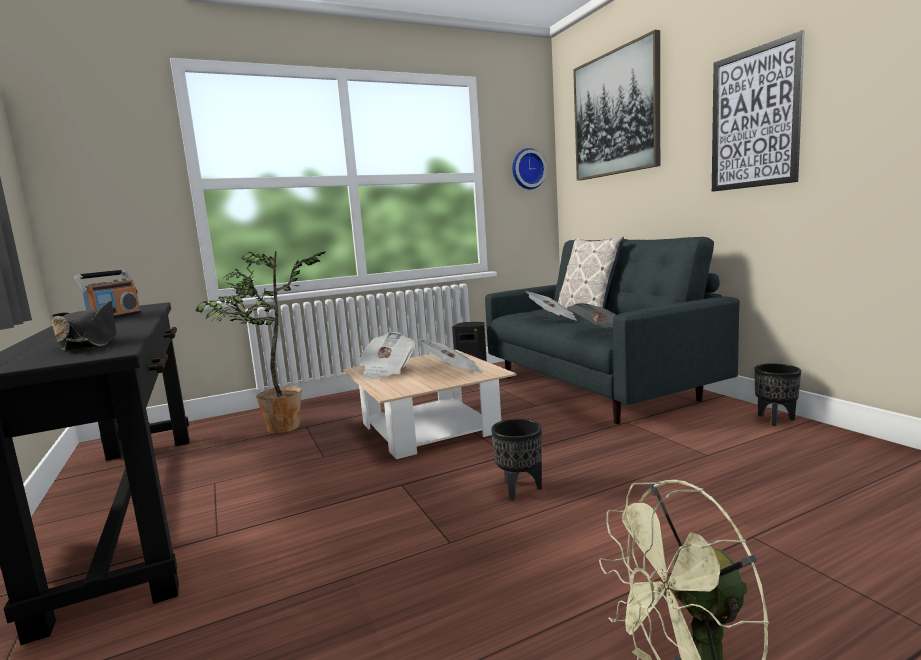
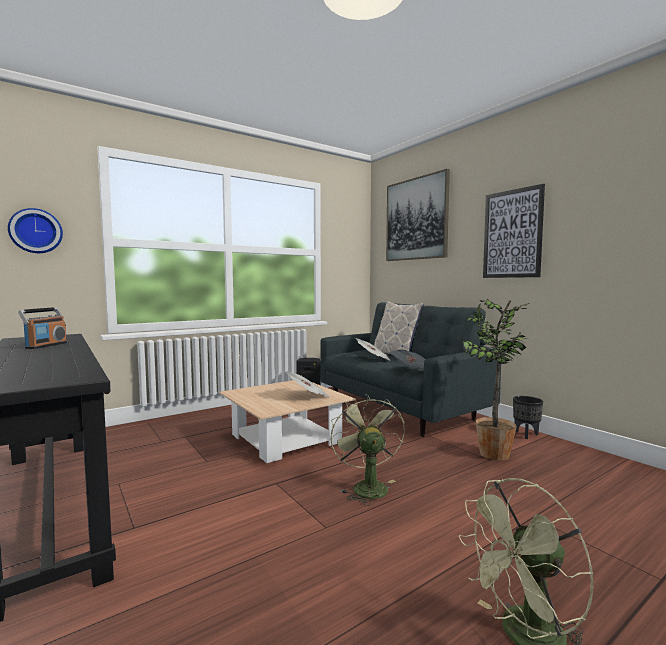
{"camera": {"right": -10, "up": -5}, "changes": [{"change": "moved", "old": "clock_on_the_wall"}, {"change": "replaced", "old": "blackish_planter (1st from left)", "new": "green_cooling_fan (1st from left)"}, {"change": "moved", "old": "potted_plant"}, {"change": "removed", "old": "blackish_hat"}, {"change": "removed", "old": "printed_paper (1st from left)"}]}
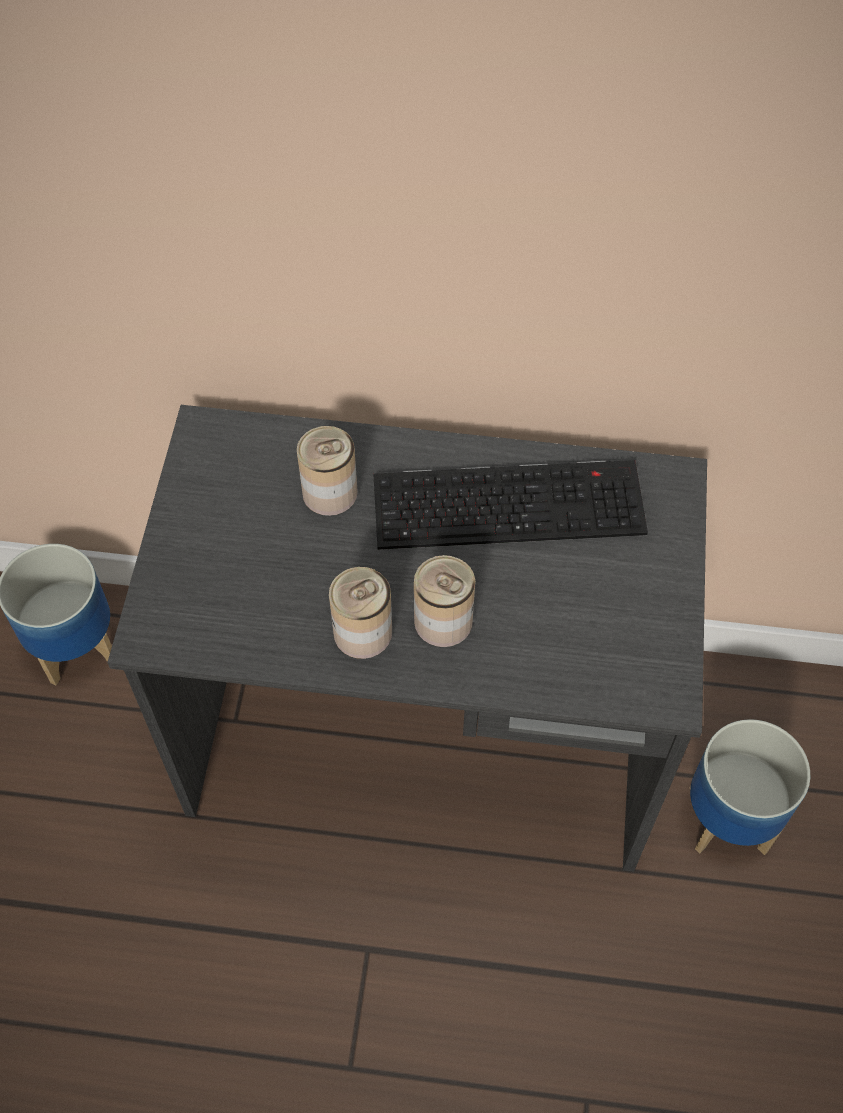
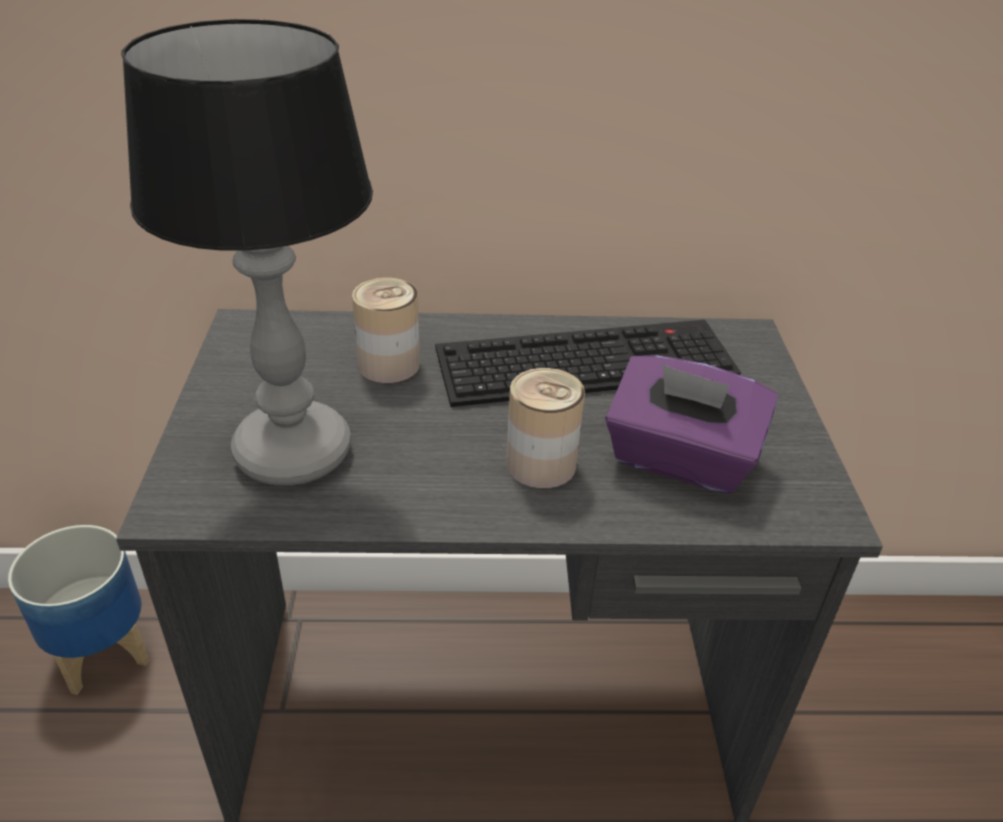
{"camera": {"right": -10, "up": -20}, "changes": [{"change": "added", "new": "lamp_for_a_table"}, {"change": "added", "new": "purplish_tissue_holder"}, {"change": "removed", "old": "sealed_can (2nd from left)"}, {"change": "removed", "old": "planter (2nd from left)"}]}
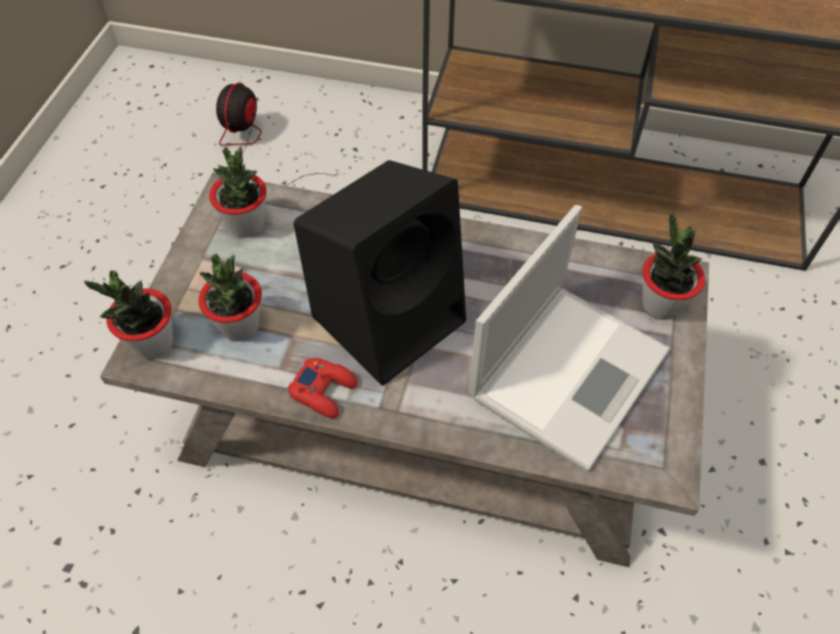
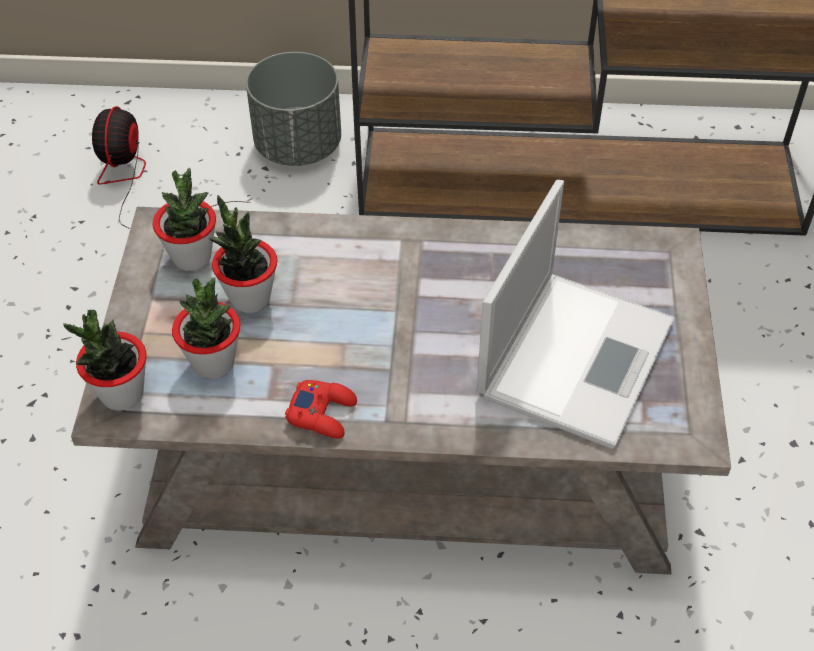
{"camera": {"right": -10, "up": -5}, "changes": [{"change": "moved", "old": "potted_plant (4th from left)"}, {"change": "added", "new": "greyish_planter"}, {"change": "removed", "old": "blackish_speaker"}]}
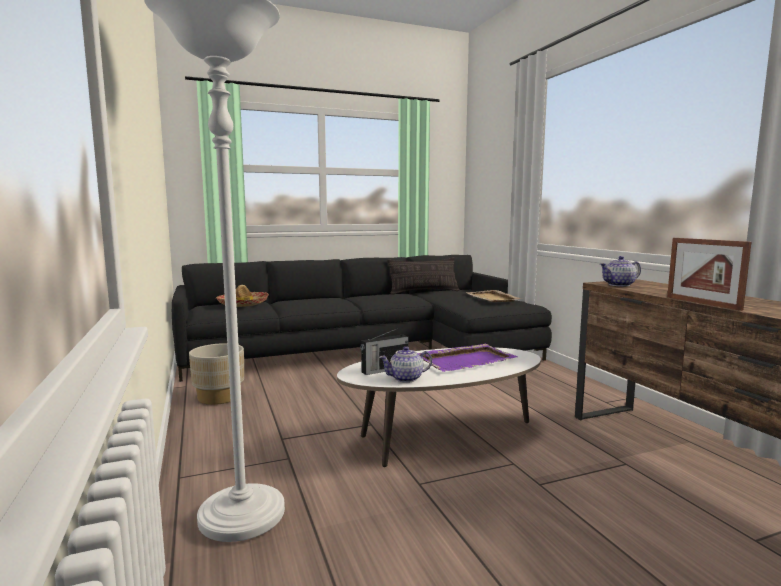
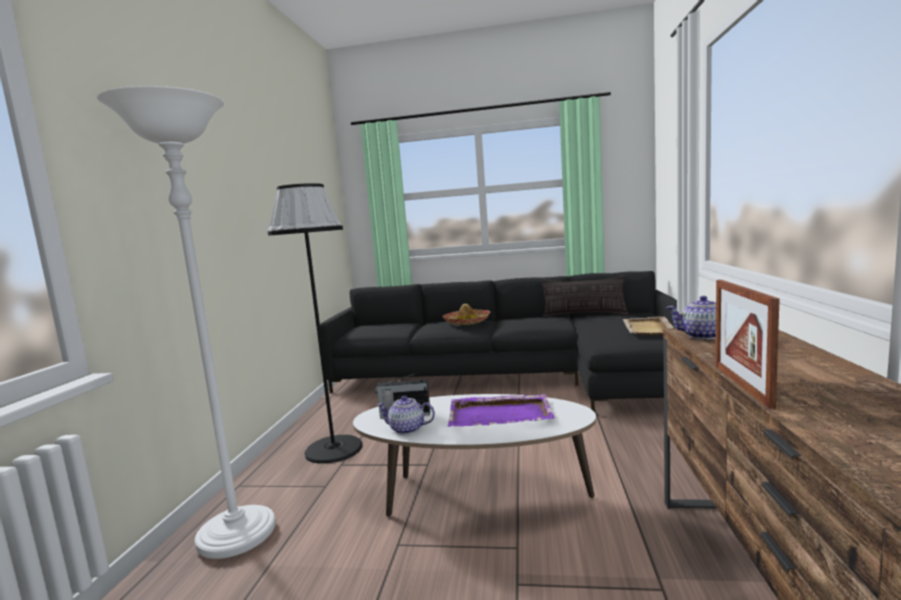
{"camera": {"right": 30, "up": 0}, "changes": [{"change": "added", "new": "blackish_standard_lamp"}, {"change": "moved", "old": "hat"}, {"change": "removed", "old": "beige-coloured_planter"}]}
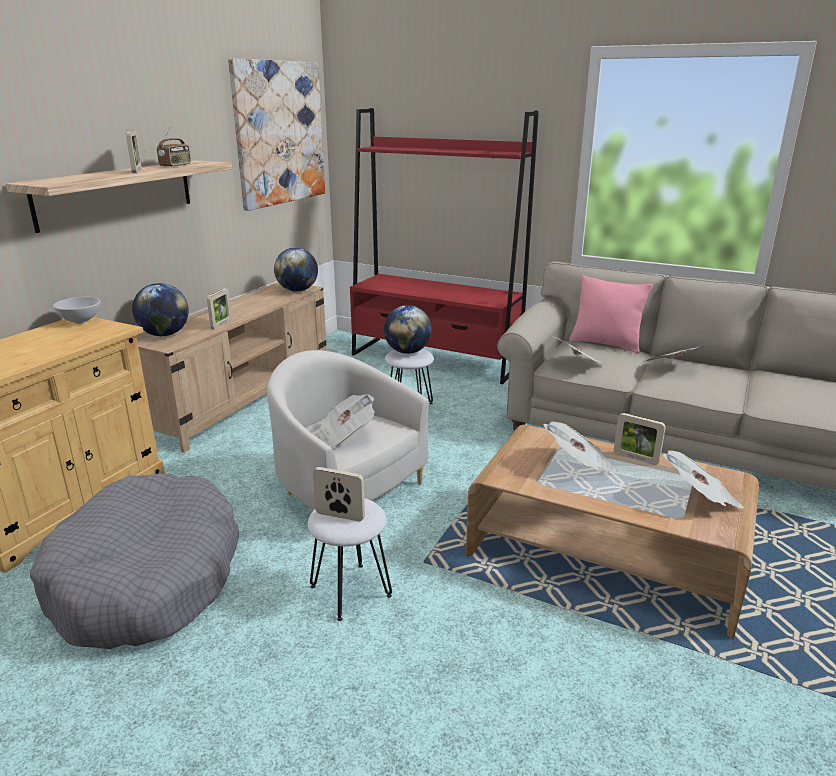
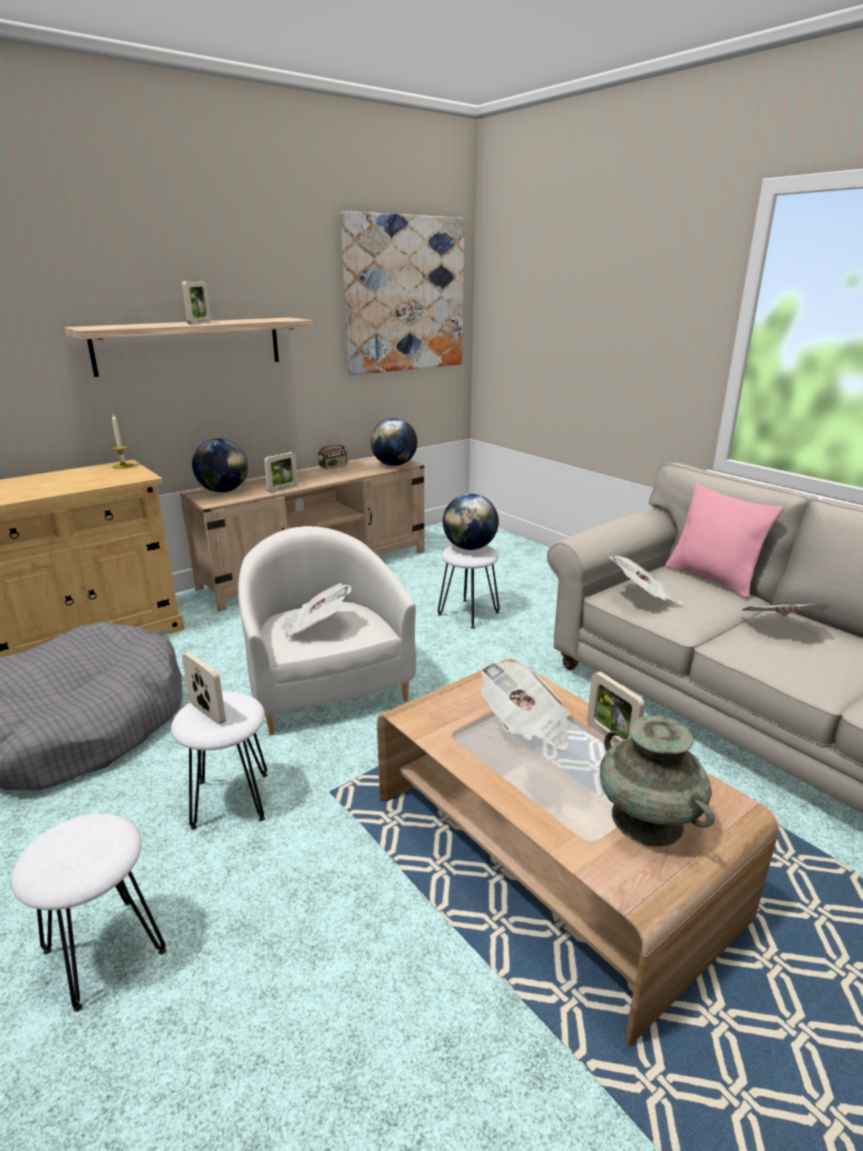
{"camera": {"right": 25, "up": 0}, "changes": [{"change": "added", "new": "white_sitting_stool (1st from left)"}, {"change": "replaced", "old": "white_bowl", "new": "wax_candle"}, {"change": "moved", "old": "radio_receiver"}, {"change": "replaced", "old": "printed_paper (5th from left)", "new": "blue-green_vase"}, {"change": "removed", "old": "red_shelving_unit"}]}
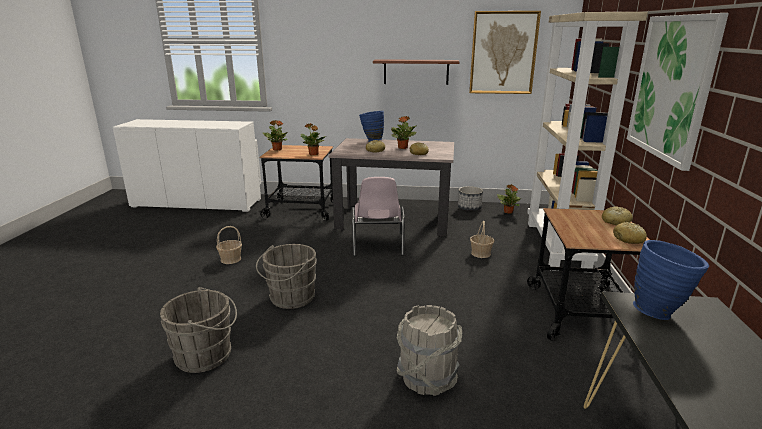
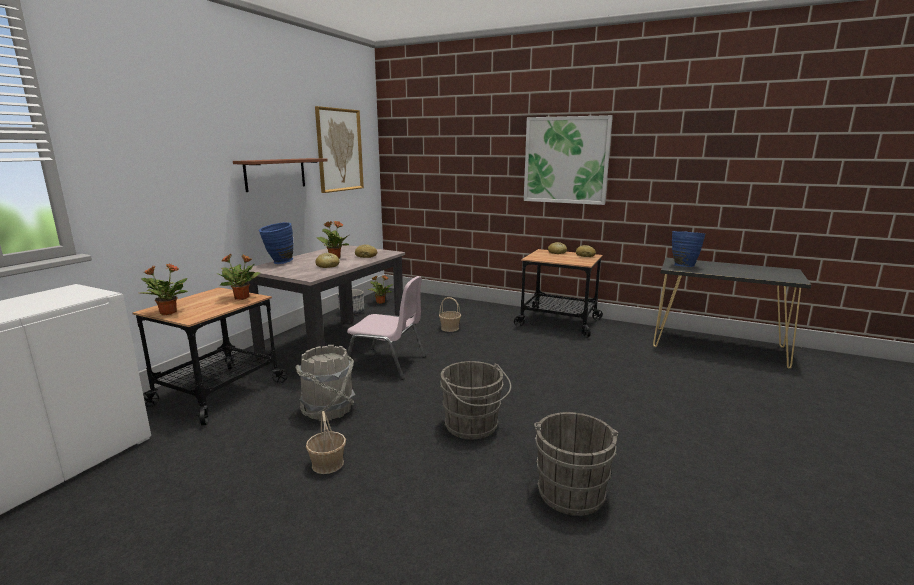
{"camera": {"right": -70, "up": -5}, "changes": [{"change": "moved", "old": "greyish_water_bucket (3rd from left in the first image)", "new": "greyish_water_bucket (1st from left)"}, {"change": "removed", "old": "beige-coloured_shelving_unit"}]}
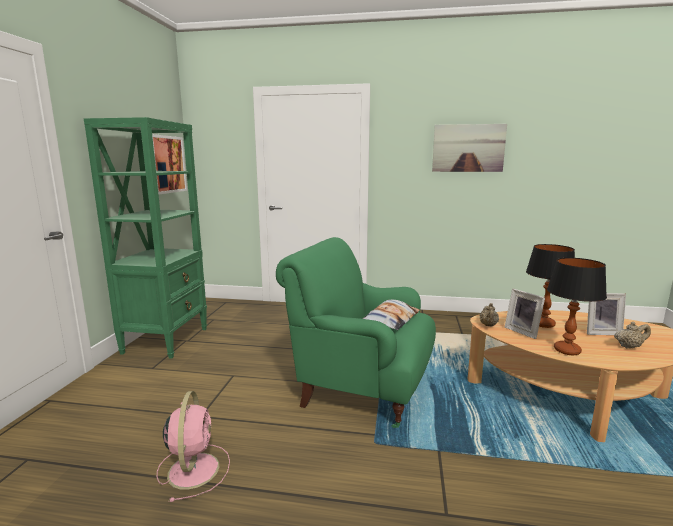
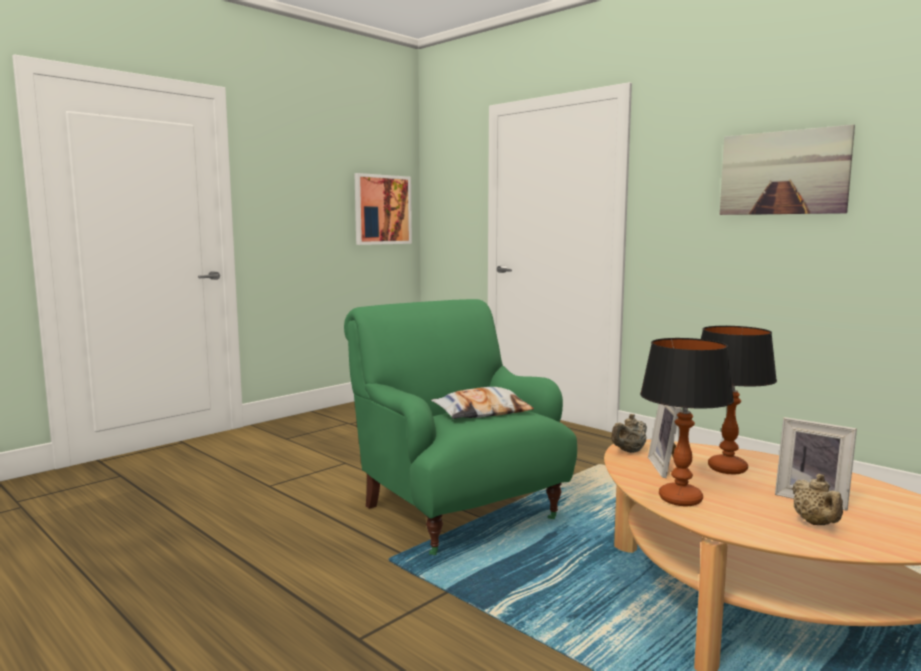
{"camera": {"right": 35, "up": -5}, "changes": [{"change": "turned", "old": "beige-coloured_tea_pot (2nd from left)", "degrees": 60}, {"change": "removed", "old": "green_shelving_unit"}, {"change": "removed", "old": "pink_cooling_fan"}]}
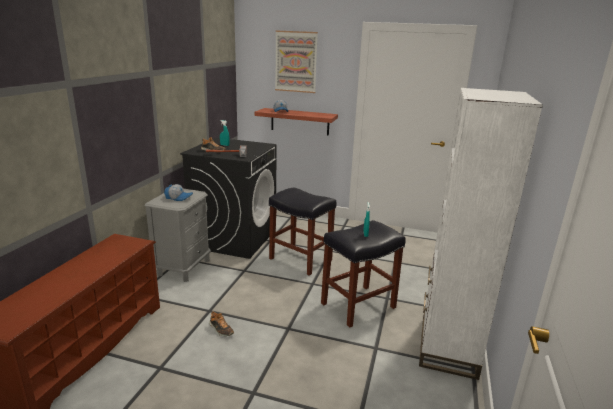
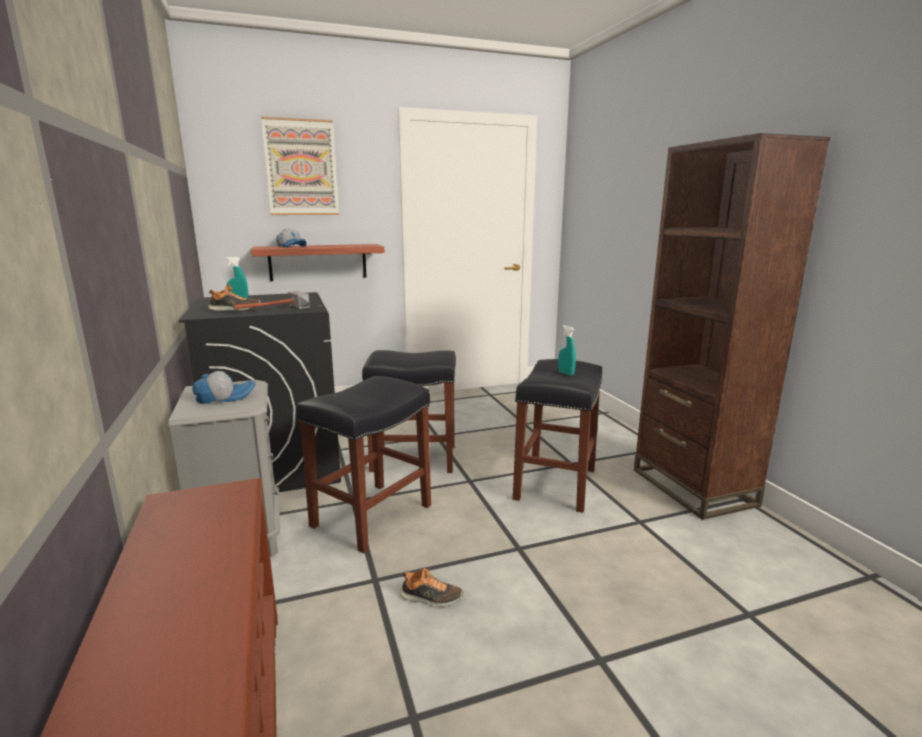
{"camera": {"right": -35, "up": -5}, "changes": [{"change": "added", "new": "blackish_sitting_stool (1st from left)"}, {"change": "recoloured", "old": "white_shelving_unit", "new": "brown-coloured_shelving_unit"}]}
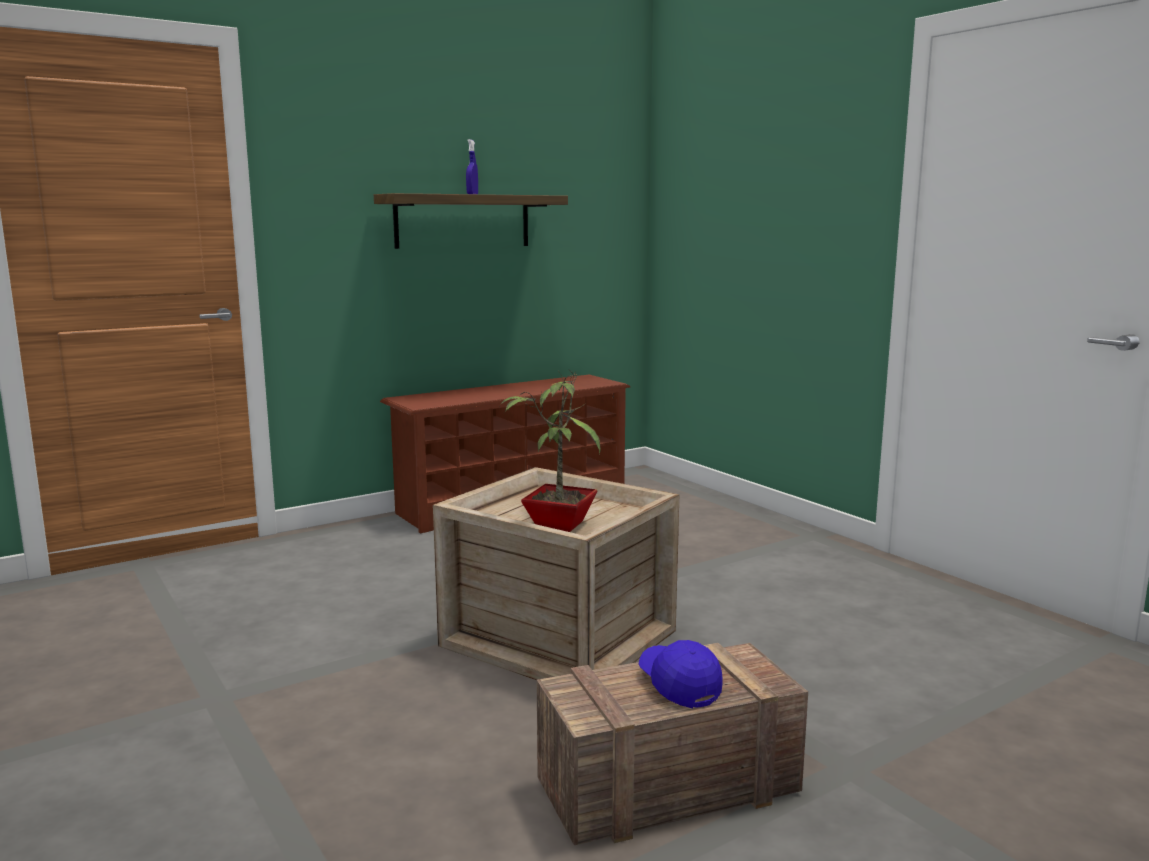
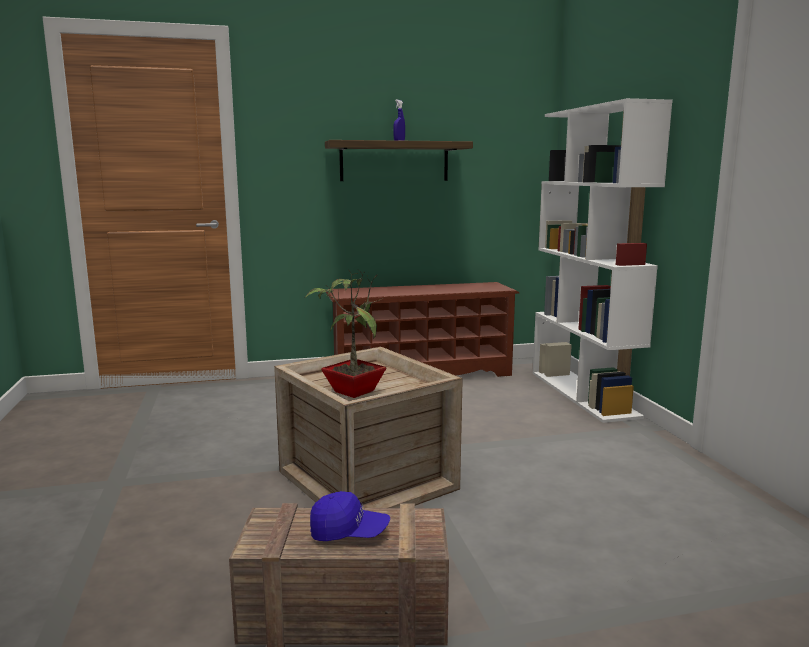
{"camera": {"right": 20, "up": 0}, "changes": [{"change": "turned", "old": "bluish_cap", "degrees": 105}, {"change": "added", "new": "white_shelving_unit"}]}
